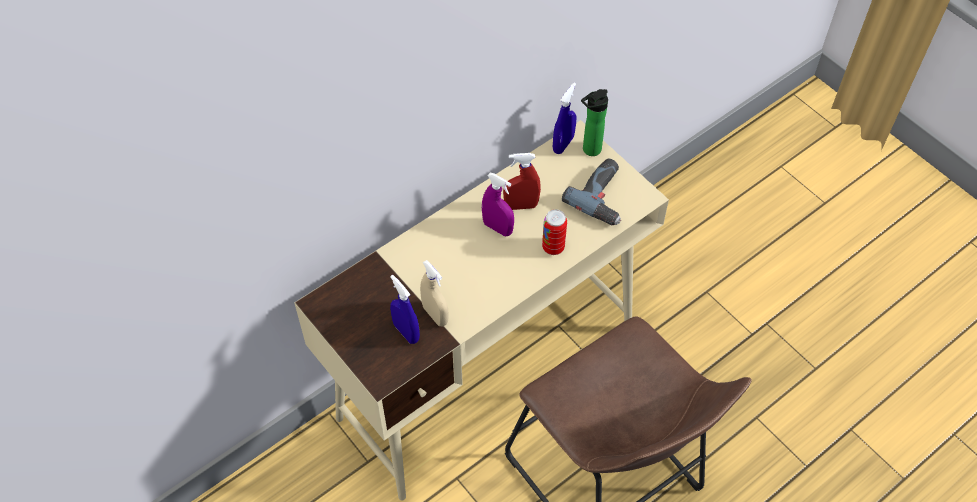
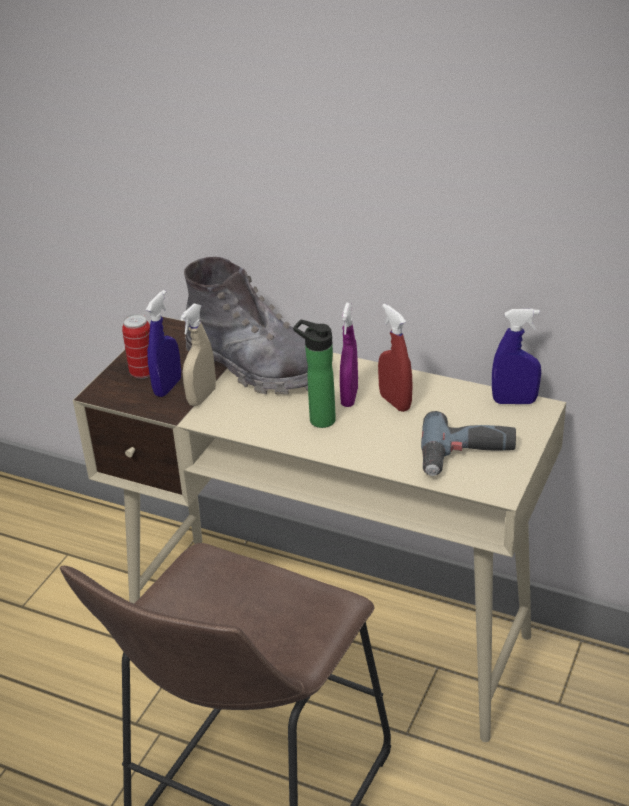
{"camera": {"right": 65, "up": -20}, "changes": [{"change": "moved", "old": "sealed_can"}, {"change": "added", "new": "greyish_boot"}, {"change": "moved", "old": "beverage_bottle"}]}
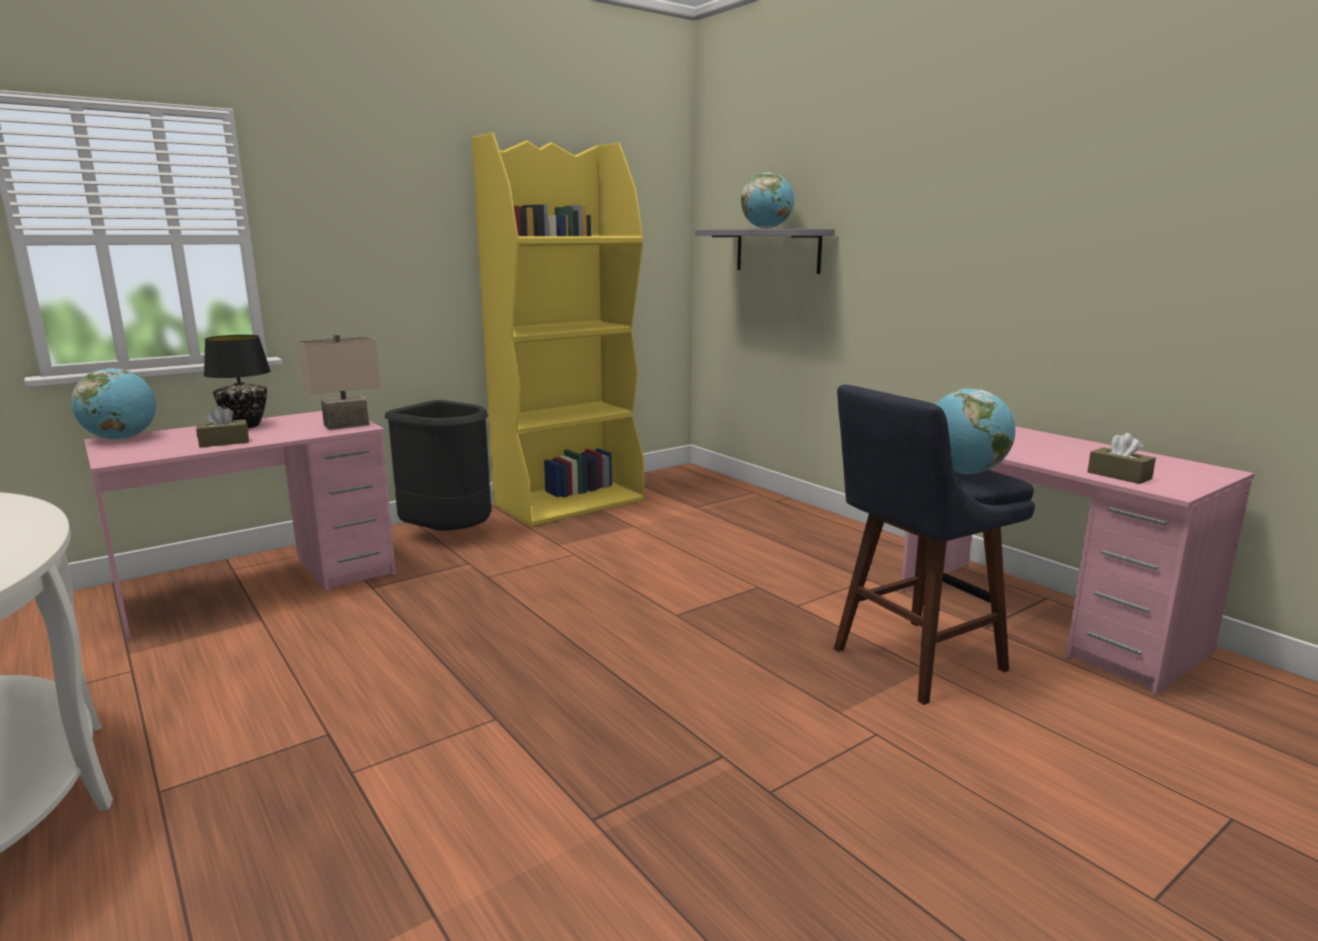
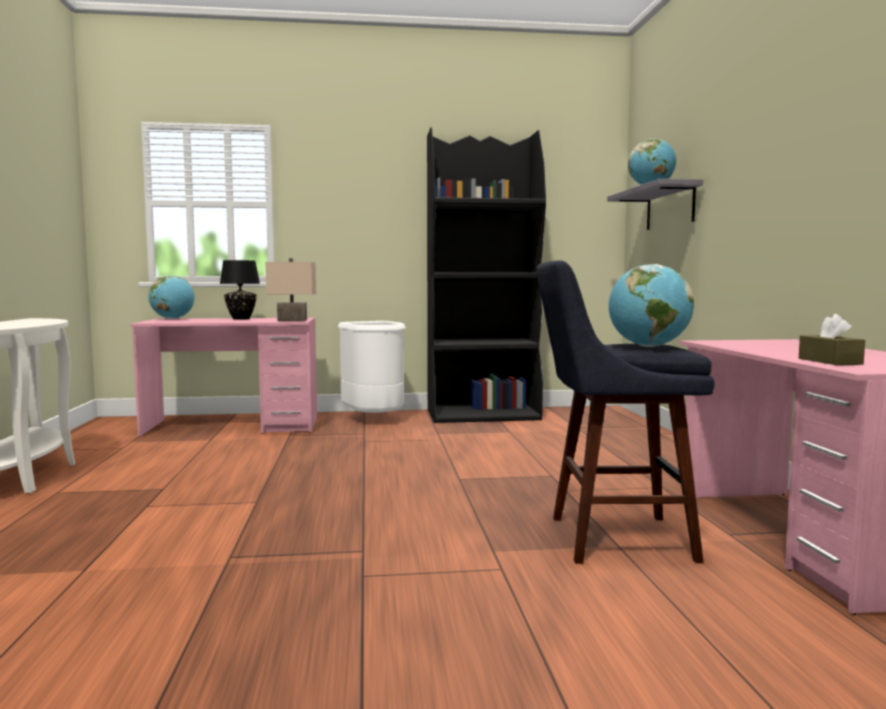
{"camera": {"right": 30, "up": -10}, "changes": [{"change": "recoloured", "old": "blackish_trash_can", "new": "white_trash_can"}, {"change": "recoloured", "old": "yellow-coloured_shelving_unit", "new": "blackish_shelving_unit"}, {"change": "removed", "old": "brown-coloured_tissue_holder (1st from left)"}]}
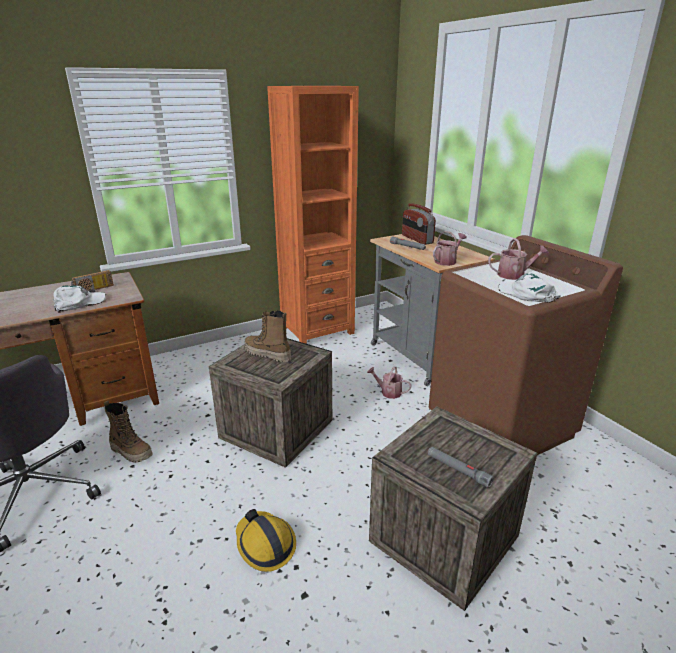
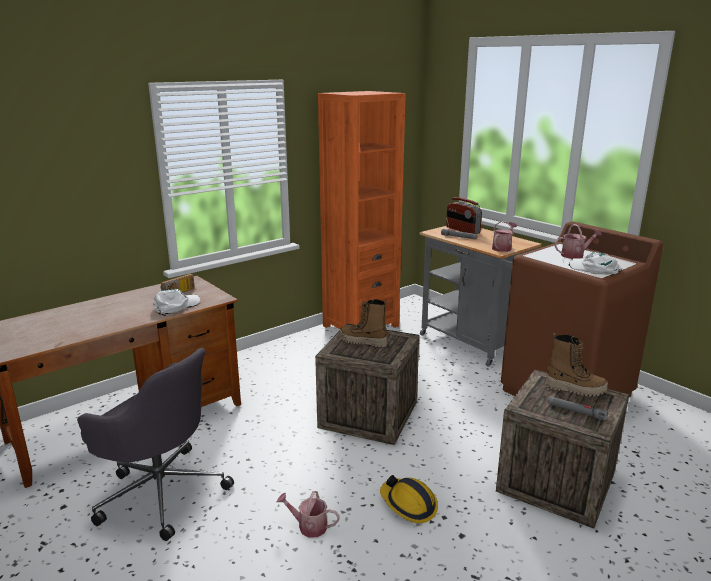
{"camera": {"right": -10, "up": -5}, "changes": [{"change": "moved", "old": "watering_can (1st from left)"}, {"change": "moved", "old": "boot (1st from left in the first image)", "new": "boot (2nd from left)"}]}
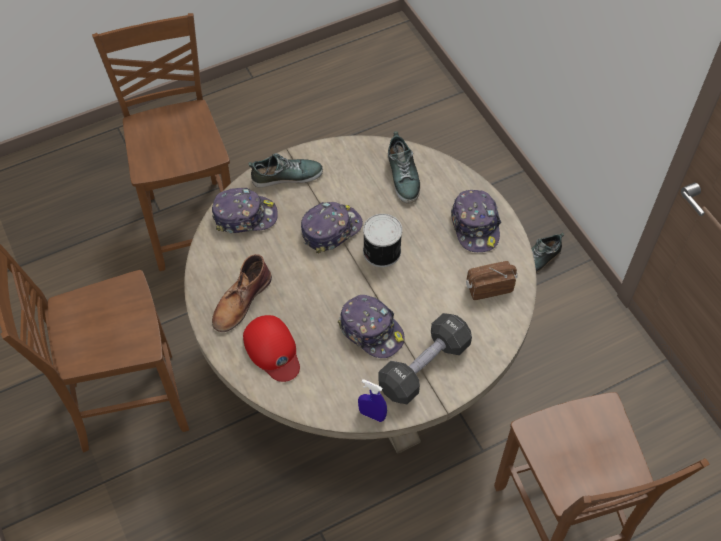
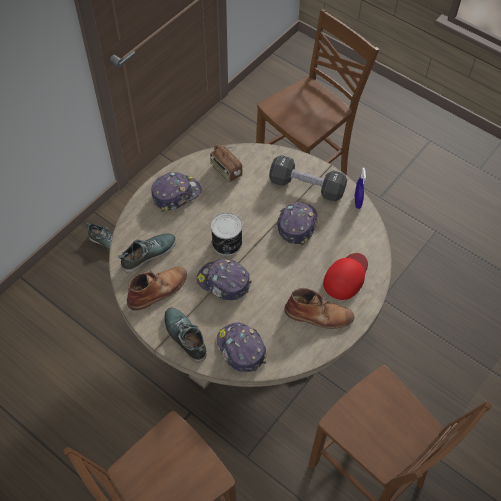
{"camera": {"right": -115, "up": 0}, "changes": [{"change": "added", "new": "brown-coloured_boot (1st from left)"}]}
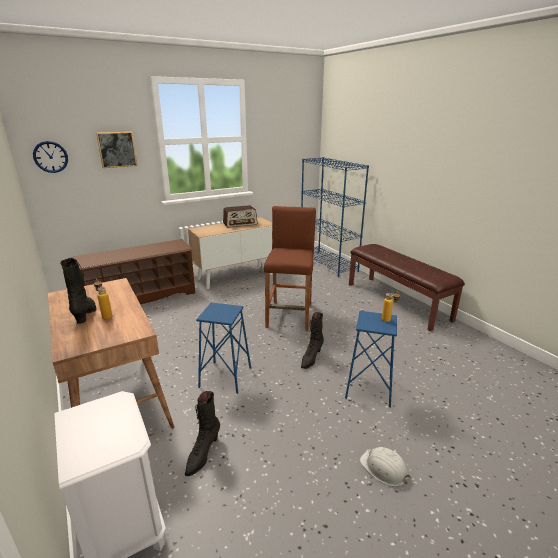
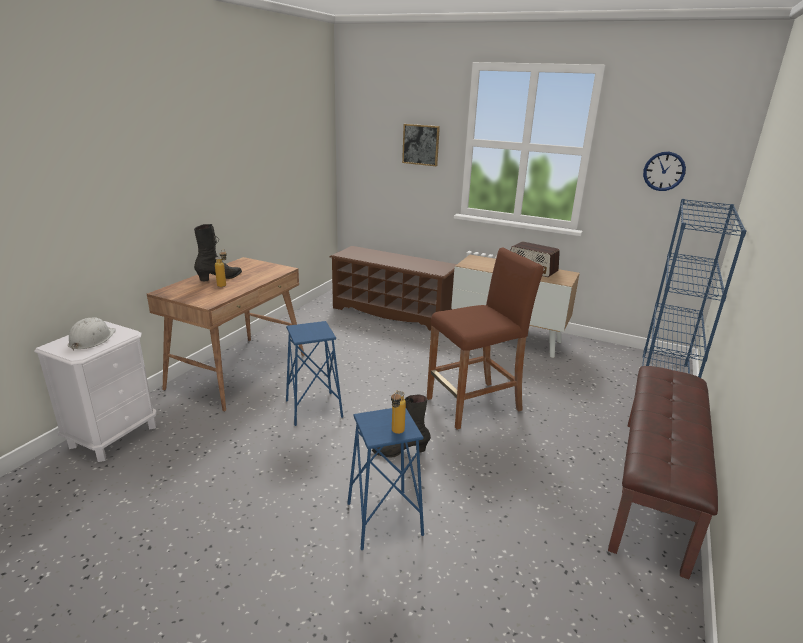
{"camera": {"right": 55, "up": 0}, "changes": [{"change": "moved", "old": "white_hard_hat"}, {"change": "moved", "old": "clock_on_the_wall"}, {"change": "removed", "old": "blackish_boot (2nd from left)"}]}
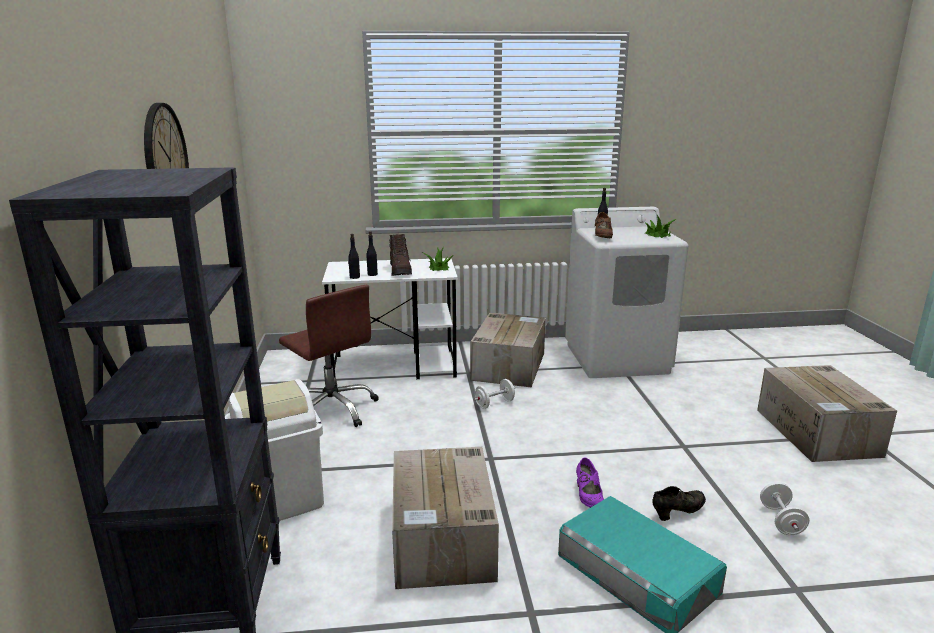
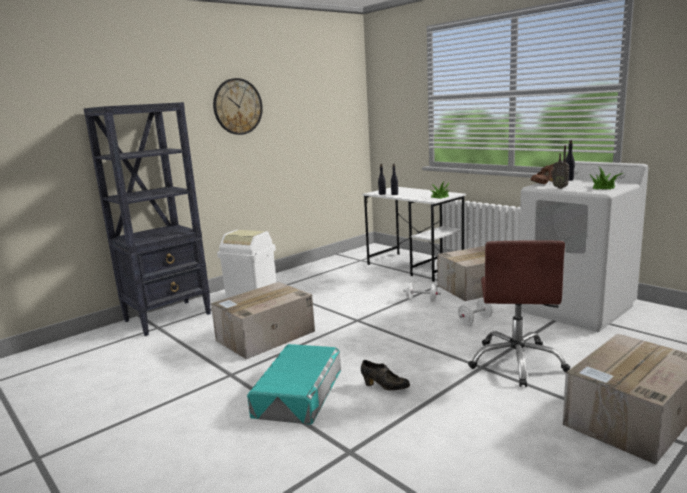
{"camera": {"right": 55, "up": -5}, "changes": [{"change": "moved", "old": "white_free_weight (2nd from left)"}, {"change": "moved", "old": "brown-coloured_computer_chair"}, {"change": "added", "new": "radio_receiver"}, {"change": "removed", "old": "brown-coloured_boot"}, {"change": "removed", "old": "purplish_item_of_footwear"}]}
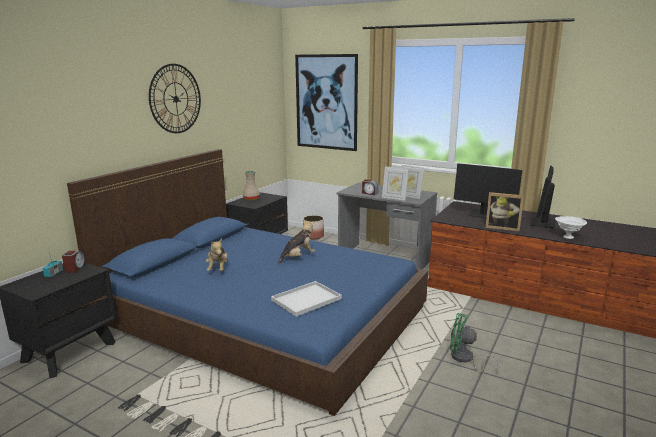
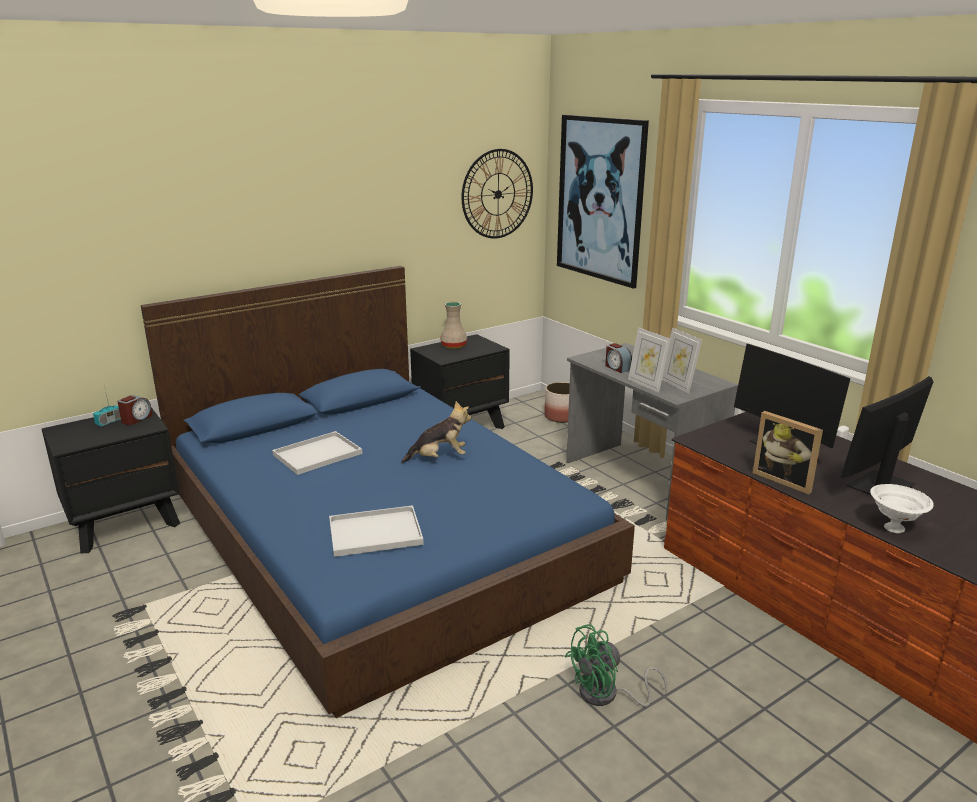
{"camera": {"right": 25, "up": 5}, "changes": [{"change": "replaced", "old": "soft_toy (1st from left)", "new": "white_serving_tray (1st from left)"}, {"change": "moved", "old": "clock_on_the_wall"}, {"change": "turned", "old": "green_cooling_fan", "degrees": -75}]}
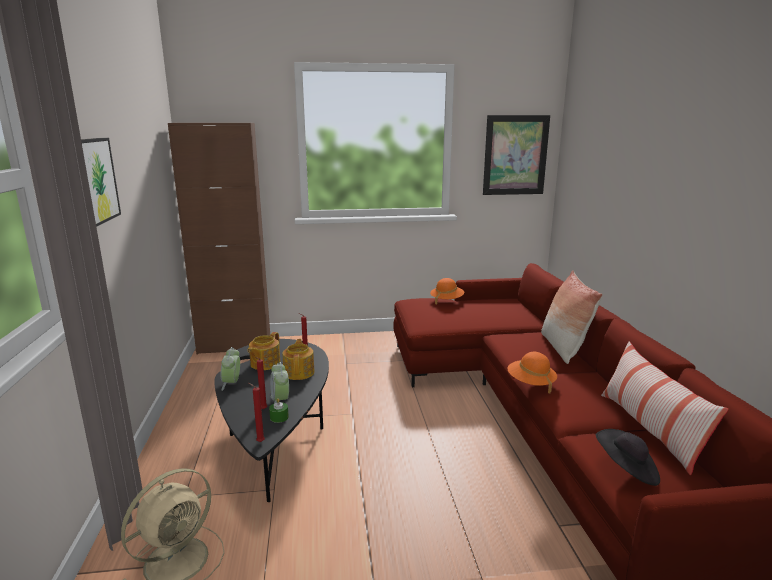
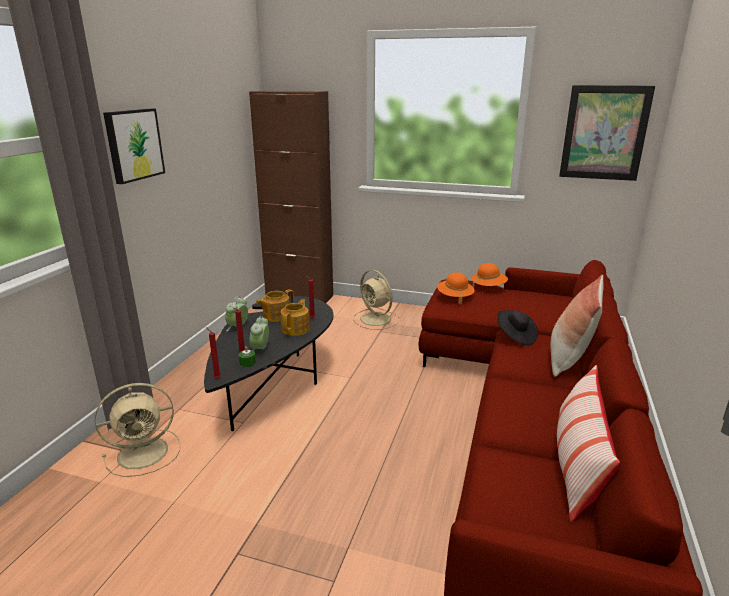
{"camera": {"right": 25, "up": 5}, "changes": [{"change": "added", "new": "beige-coloured_cooling_fan (2nd from left)"}, {"change": "moved", "old": "orangey_hat (2nd from left in the first image)", "new": "orangey_hat (1st from left)"}, {"change": "moved", "old": "blackish_hat"}]}
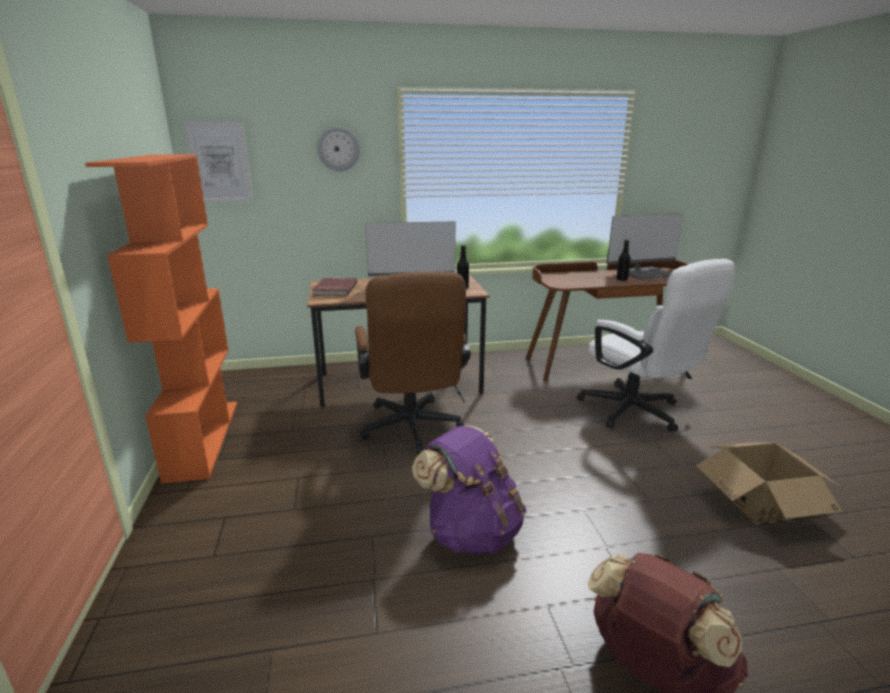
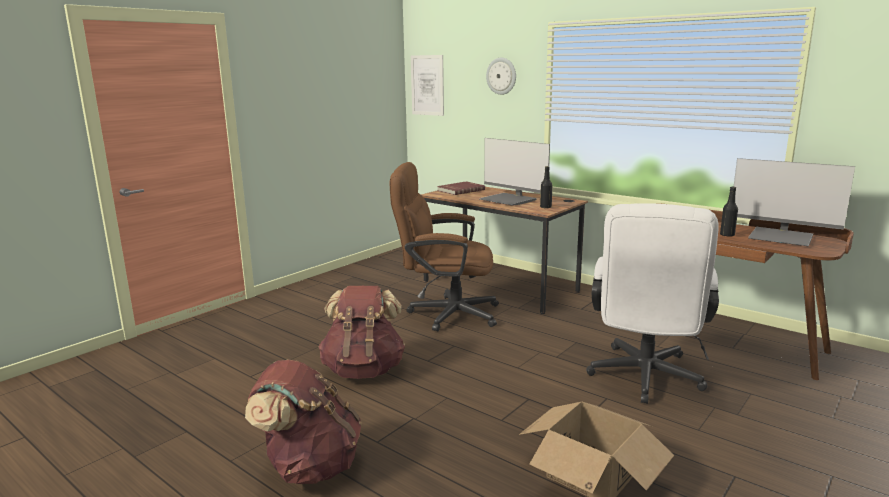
{"camera": {"right": 50, "up": -5}, "changes": [{"change": "recoloured", "old": "purplish_backpack", "new": "brown-coloured_backpack (2nd from left)"}, {"change": "turned", "old": "brown-coloured_computer_chair", "degrees": 60}, {"change": "removed", "old": "orangey_shelving_unit"}]}
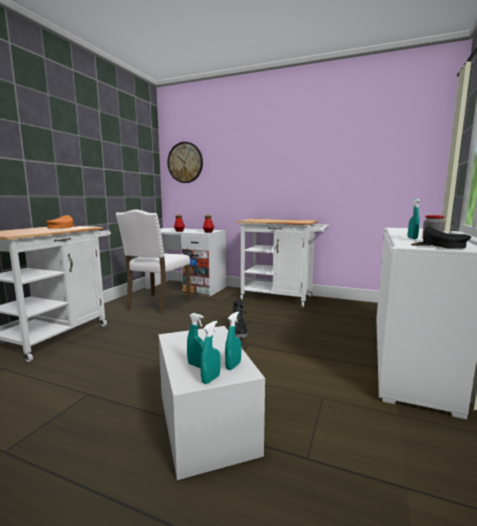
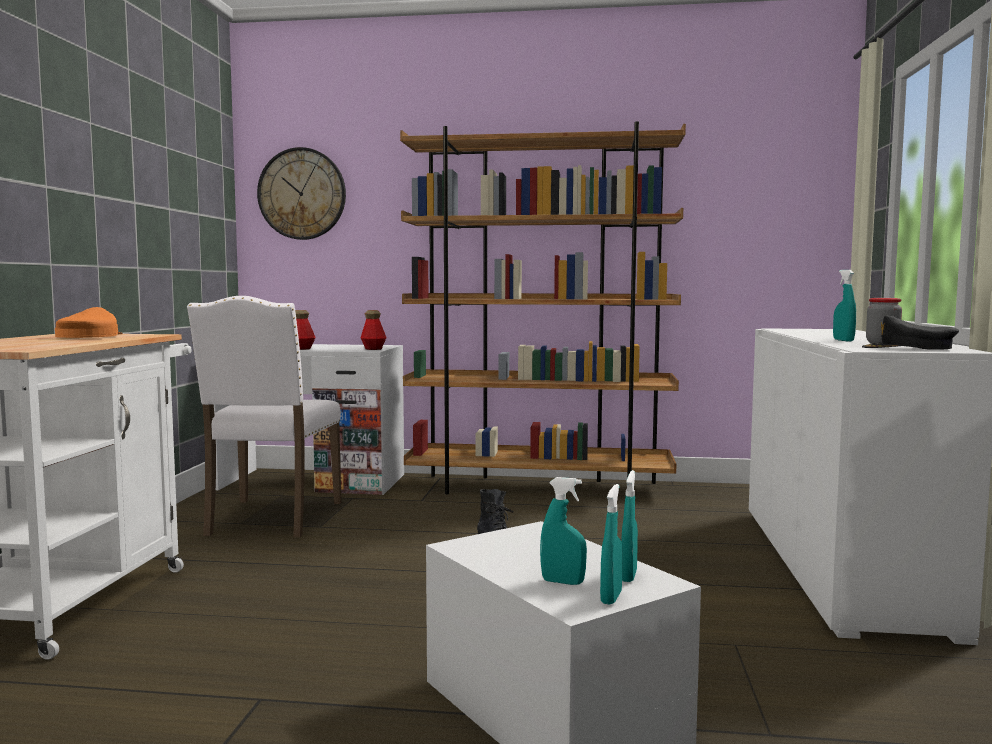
{"camera": {"right": -15, "up": -5}, "changes": [{"change": "replaced", "old": "white_wheeled_cart (2nd from left)", "new": "brown-coloured_shelving_unit"}]}
